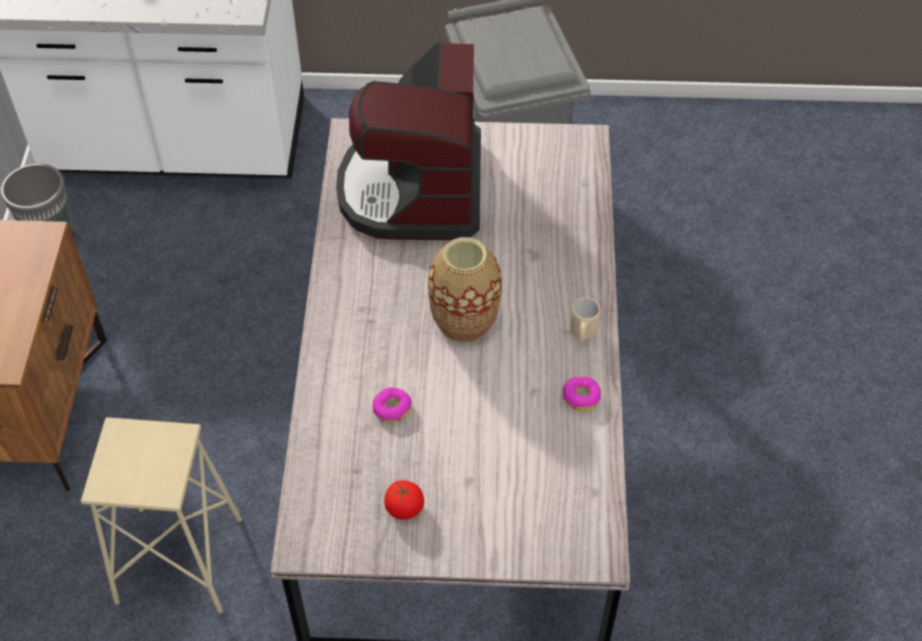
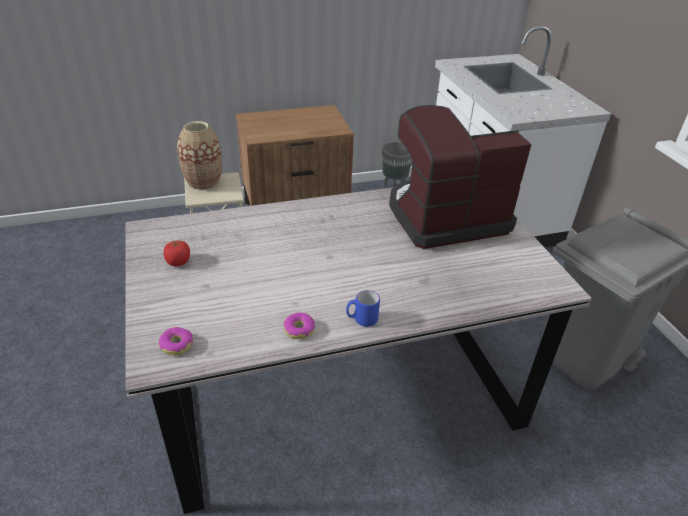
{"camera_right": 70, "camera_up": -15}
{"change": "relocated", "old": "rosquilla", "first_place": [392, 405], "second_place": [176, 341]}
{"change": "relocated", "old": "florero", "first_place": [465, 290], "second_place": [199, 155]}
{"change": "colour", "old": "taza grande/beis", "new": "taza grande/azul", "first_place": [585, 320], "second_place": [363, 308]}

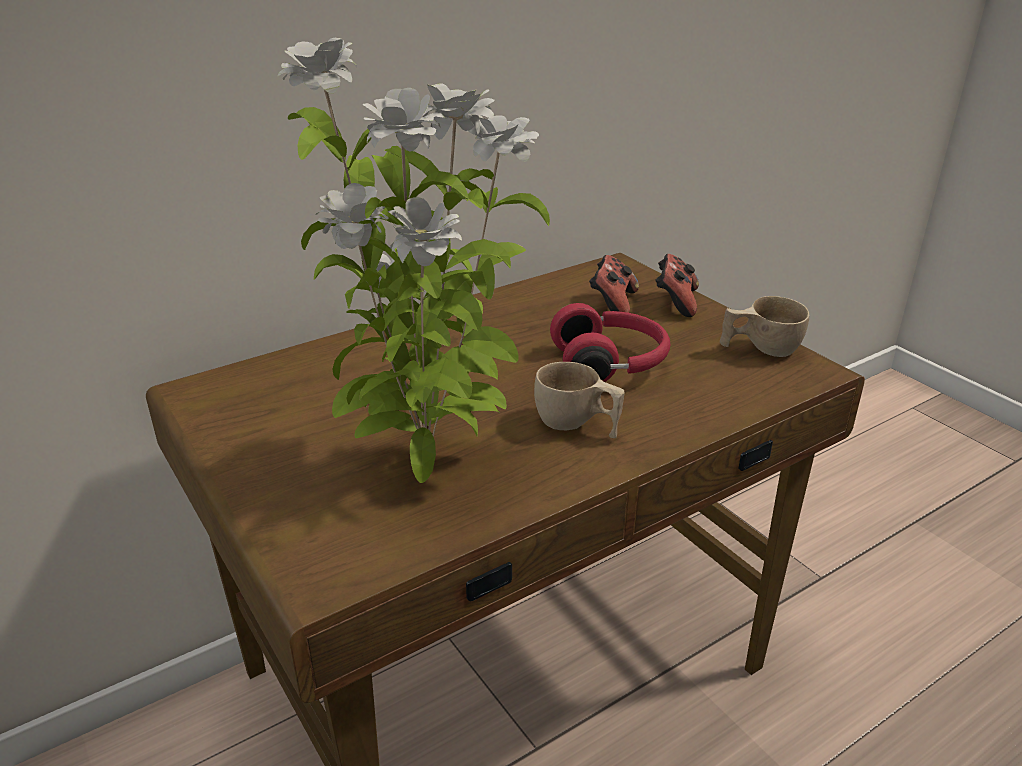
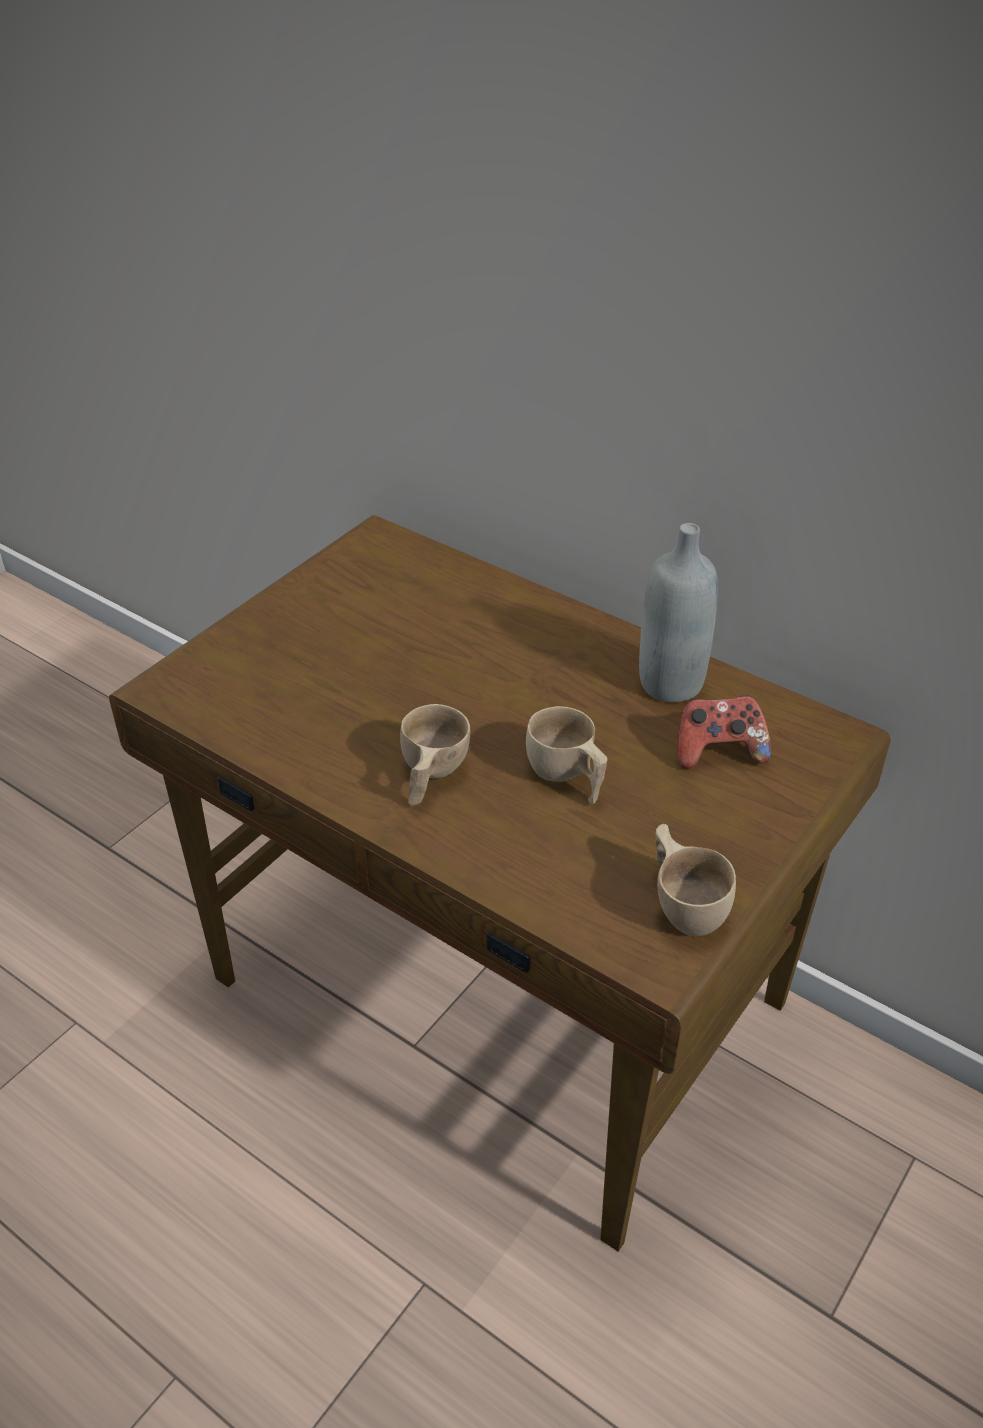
{"camera_right": 70, "camera_up": 10}
{"change": "exchanged", "old": "auriculares/rojo", "new": "taza/beis", "first_place": [610, 342], "second_place": [566, 755]}
{"change": "appeared", "new": "botella/gris", "second_place": [678, 612]}
{"change": "missing", "old": "planta en maceta", "first_place": [413, 260]}
{"change": "missing", "old": "mando de consola", "first_place": [677, 285]}

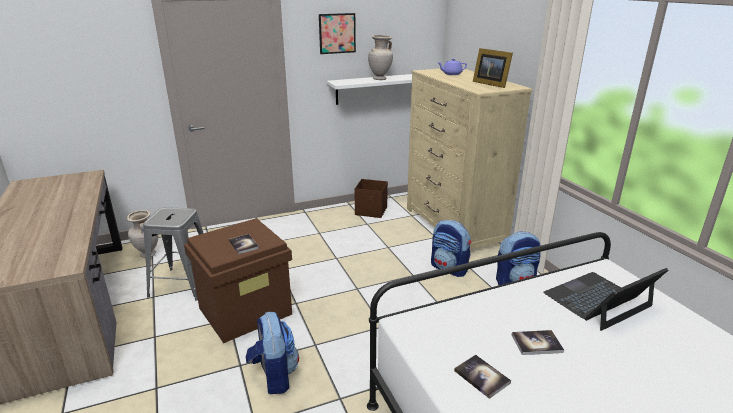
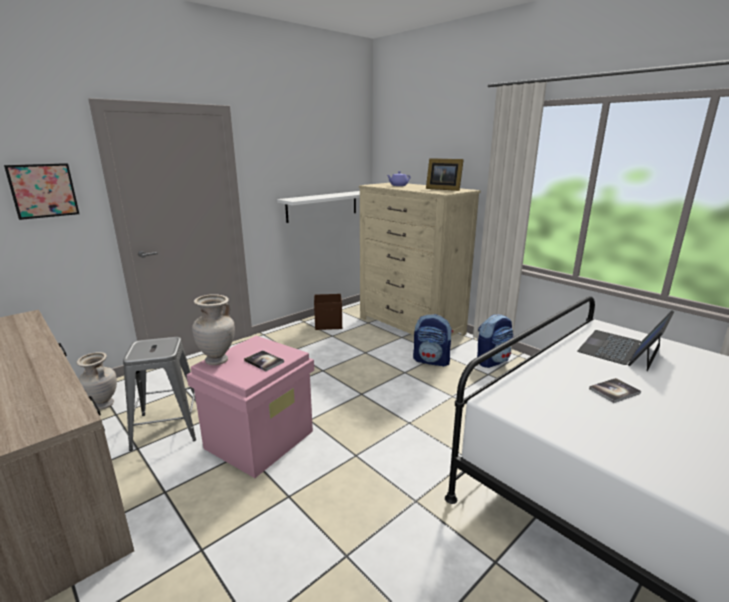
{"camera_right": -20, "camera_up": -5}
{"change": "relocated", "old": "cuadro", "first_place": [337, 33], "second_place": [41, 191]}
{"change": "colour", "old": "caja de almacenaje/marrón", "new": "caja de almacenaje/rosa", "first_place": [238, 280], "second_place": [250, 407]}
{"change": "relocated", "old": "florero/beis", "first_place": [380, 57], "second_place": [213, 329]}
{"change": "missing", "old": "mochila", "first_place": [272, 353]}
{"change": "missing", "old": "libro", "first_place": [482, 377]}

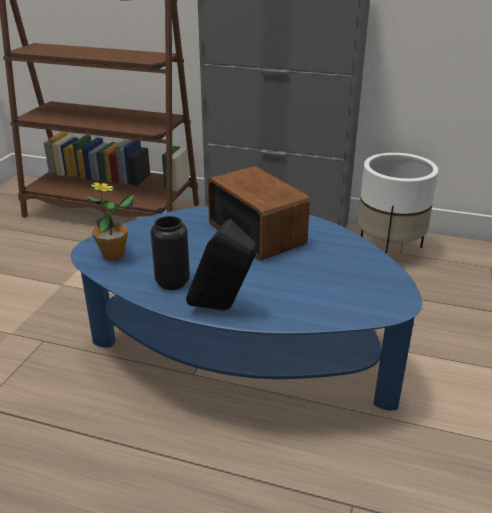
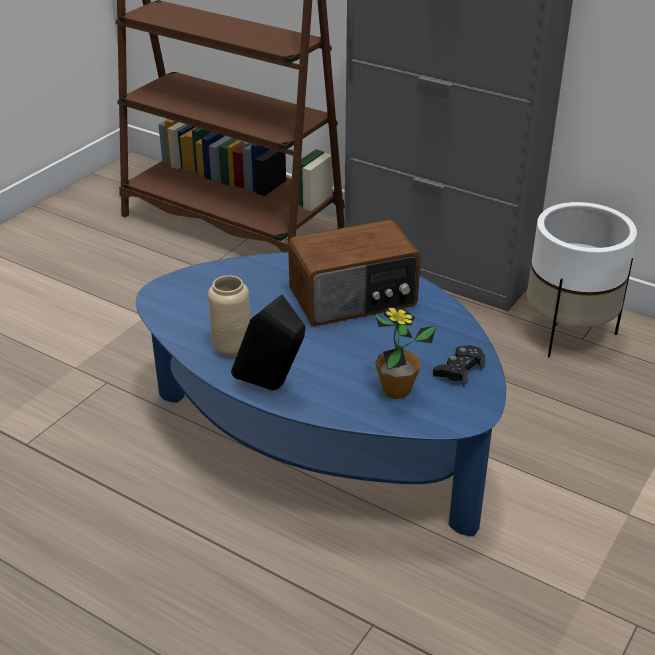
{"camera_right": 15, "camera_up": 5}
{"change": "colour", "old": "florero/negro", "new": "florero/beis", "first_place": [170, 253], "second_place": [229, 316]}
{"change": "spun", "old": "radio", "first_place": [258, 213], "second_place": [354, 273], "degrees": 90}
{"change": "relocated", "old": "planta en maceta", "first_place": [110, 221], "second_place": [405, 353]}
{"change": "appeared", "new": "mando de consola/negro", "second_place": [459, 366]}

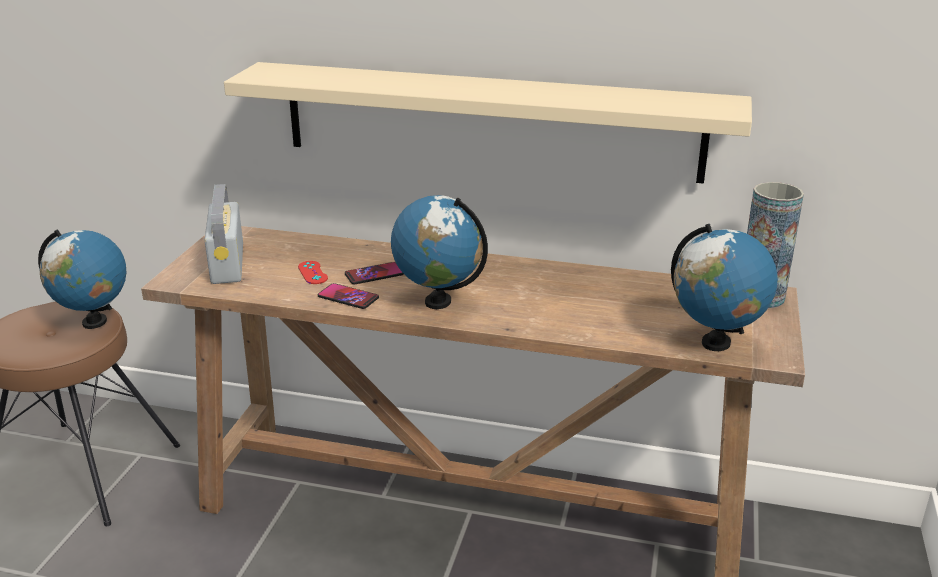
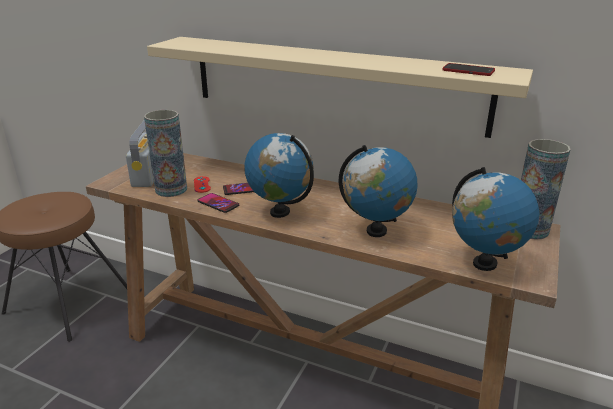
{"camera_right": 10, "camera_up": 0}
{"change": "appeared", "new": "florero", "second_place": [165, 153]}
{"change": "relocated", "old": "globo terráqueo", "first_place": [82, 279], "second_place": [378, 191]}
{"change": "appeared", "new": "móvil", "second_place": [468, 69]}

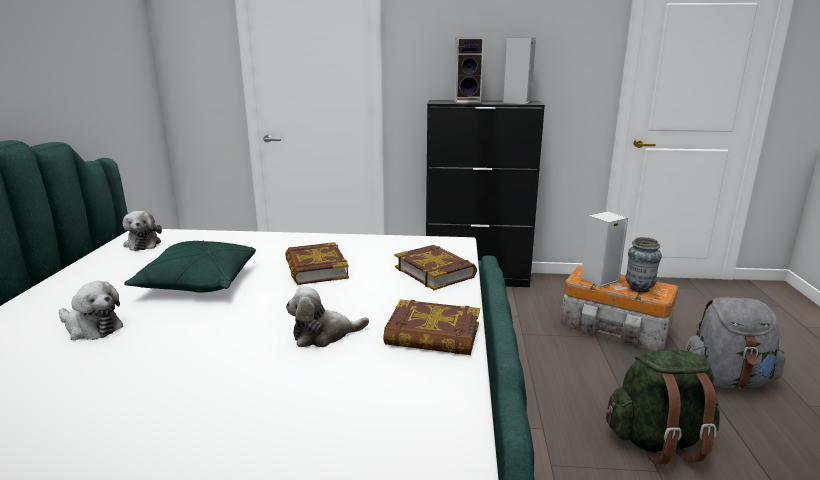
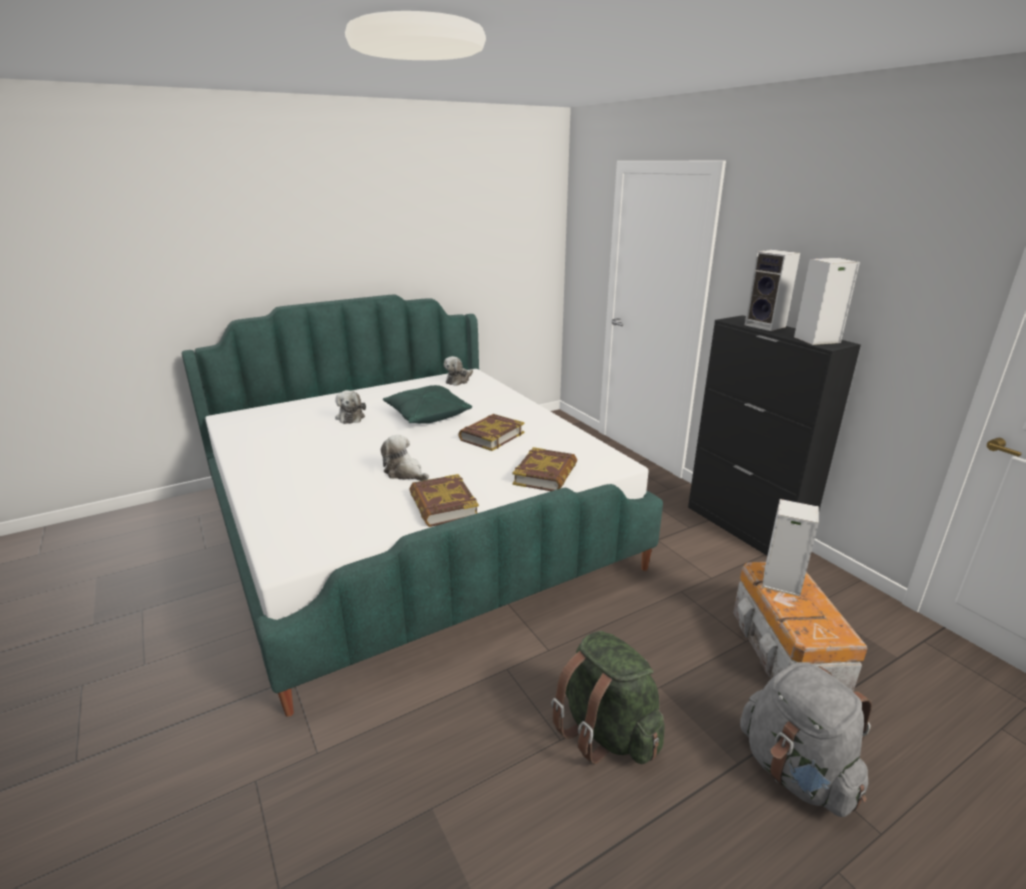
{"camera_right": 55, "camera_up": 5}
{"change": "missing", "old": "florero", "first_place": [643, 265]}

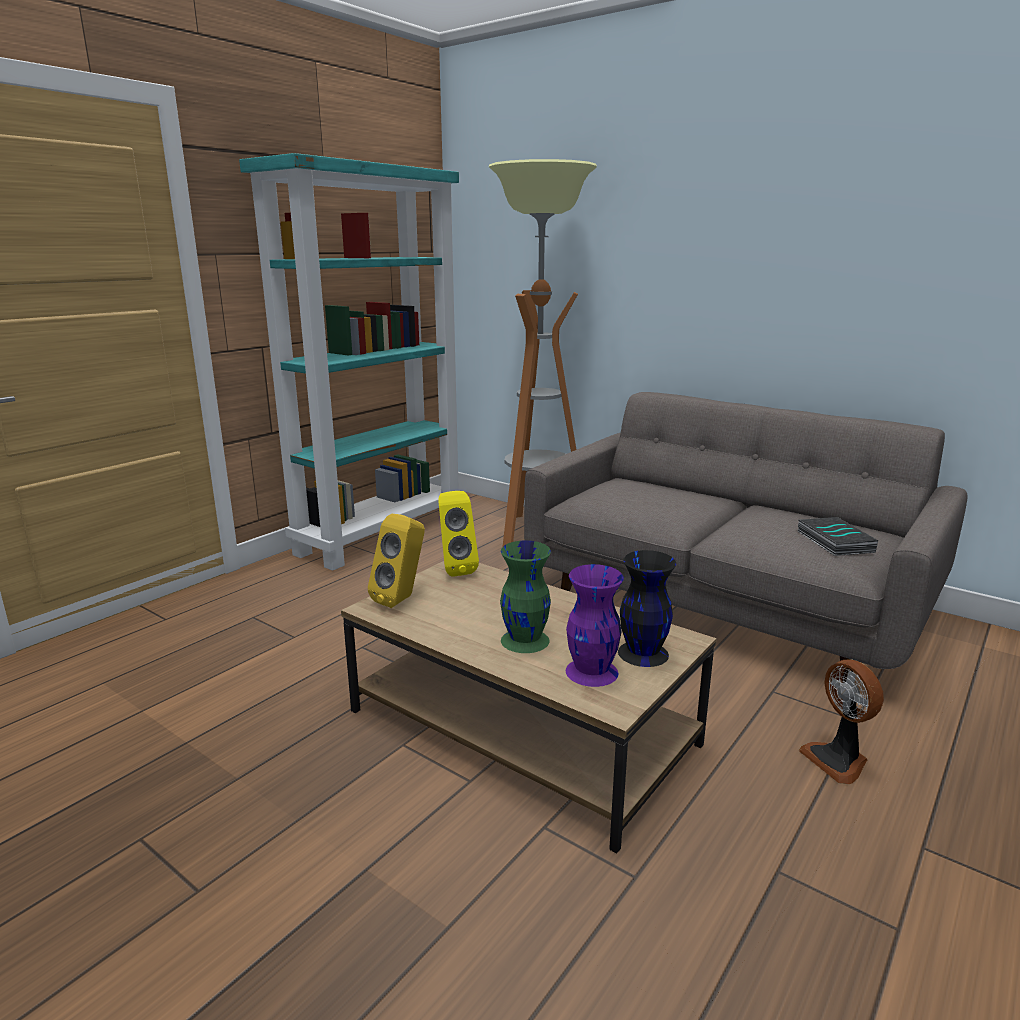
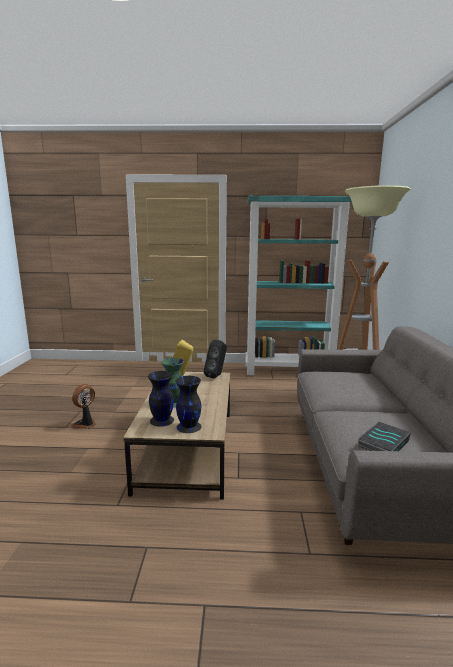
{"camera_right": 55, "camera_up": -5}
{"change": "relocated", "old": "ventilador", "first_place": [841, 721], "second_place": [83, 406]}
{"change": "colour", "old": "florero/morado", "new": "florero/negro", "first_place": [595, 625], "second_place": [161, 399]}
{"change": "colour", "old": "altavoz/amarillo", "new": "altavoz/negro", "first_place": [458, 534], "second_place": [215, 359]}

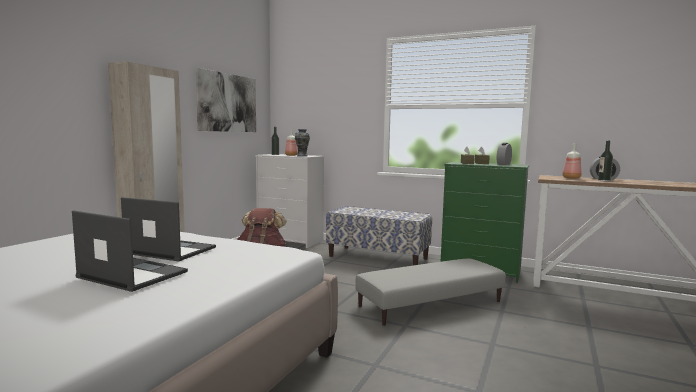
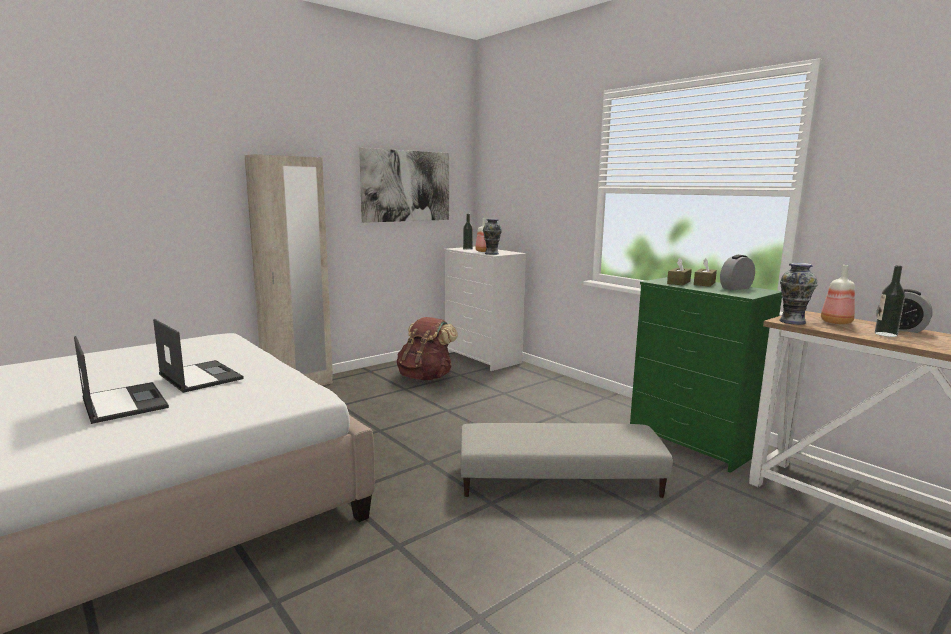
{"camera_right": 25, "camera_up": 5}
{"change": "appeared", "new": "florero", "second_place": [798, 294]}
{"change": "missing", "old": "banco", "first_place": [379, 235]}

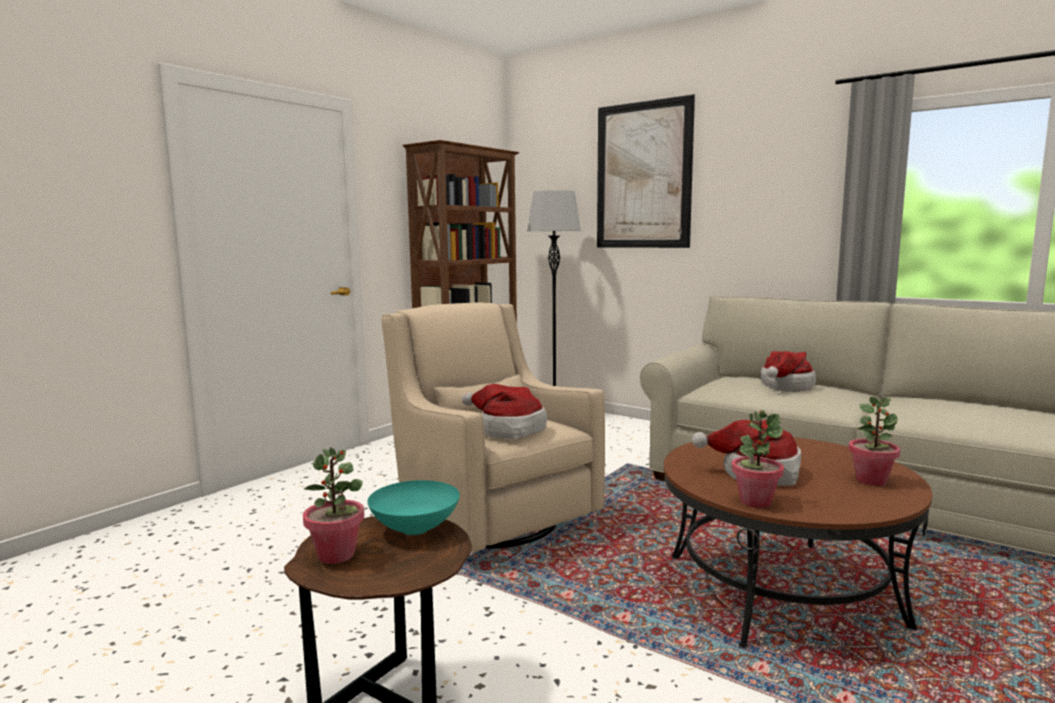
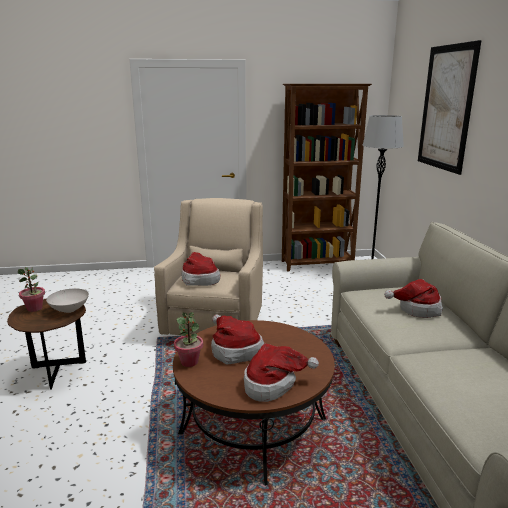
{"camera_right": 45, "camera_up": 10}
{"change": "colour", "old": "cuenco/turquesa", "new": "cuenco/blanco", "first_place": [413, 507], "second_place": [67, 300]}
{"change": "exchanged", "old": "planta en maceta", "new": "sombrero", "first_place": [874, 441], "second_place": [281, 372]}

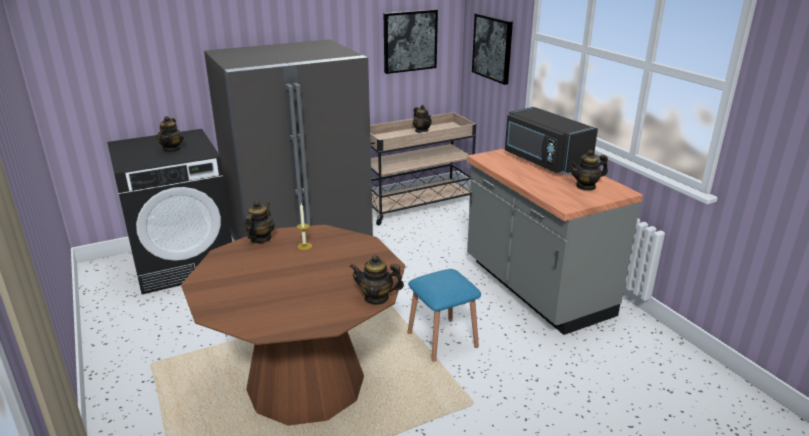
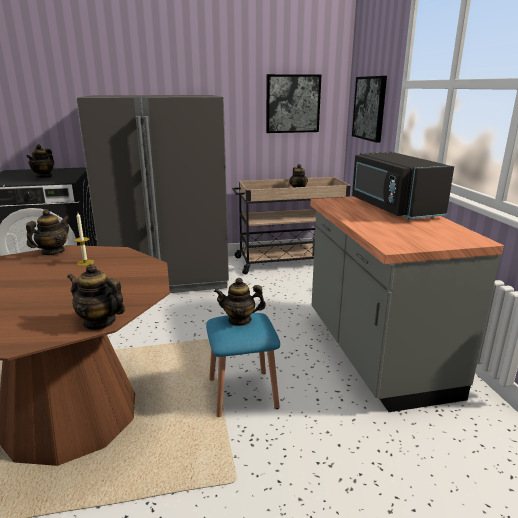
{"camera_right": 15, "camera_up": -5}
{"change": "relocated", "old": "tetera", "first_place": [589, 170], "second_place": [240, 302]}

